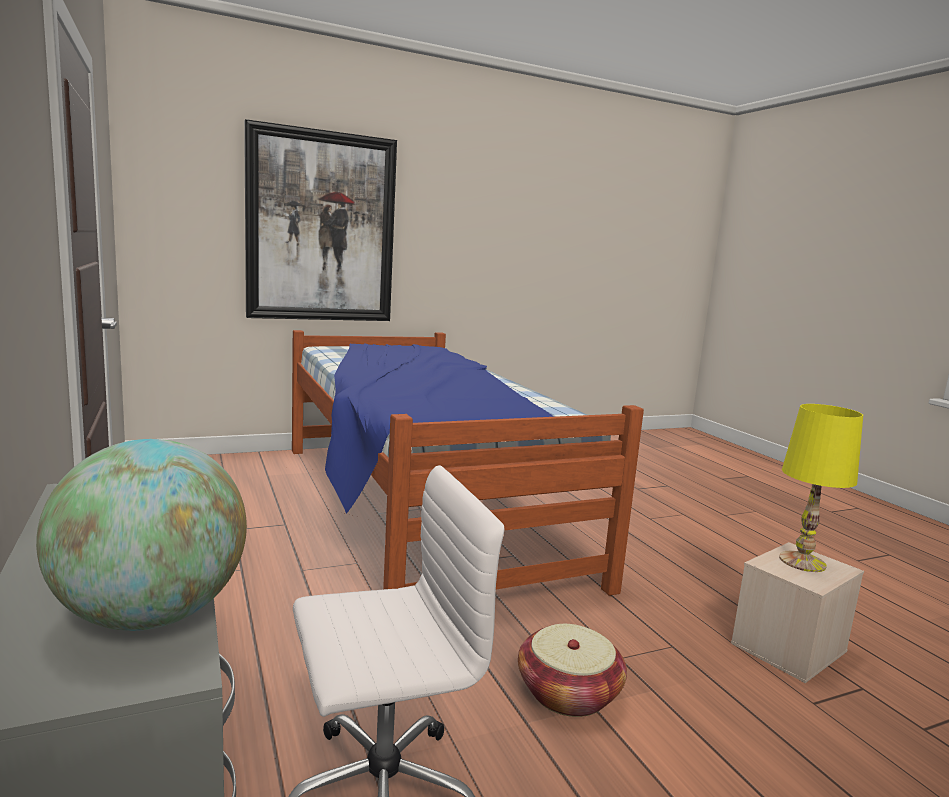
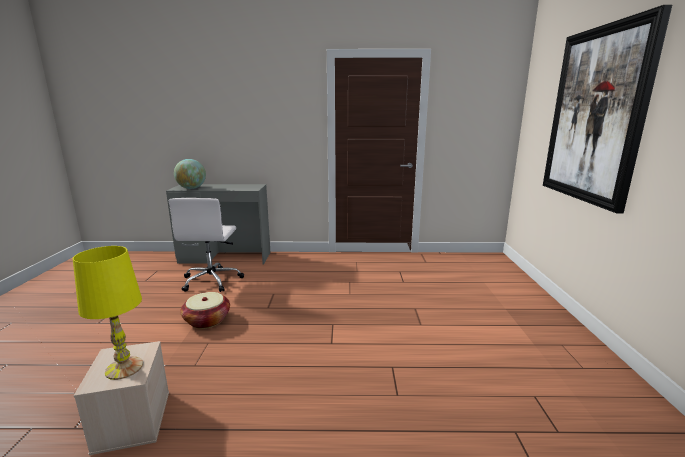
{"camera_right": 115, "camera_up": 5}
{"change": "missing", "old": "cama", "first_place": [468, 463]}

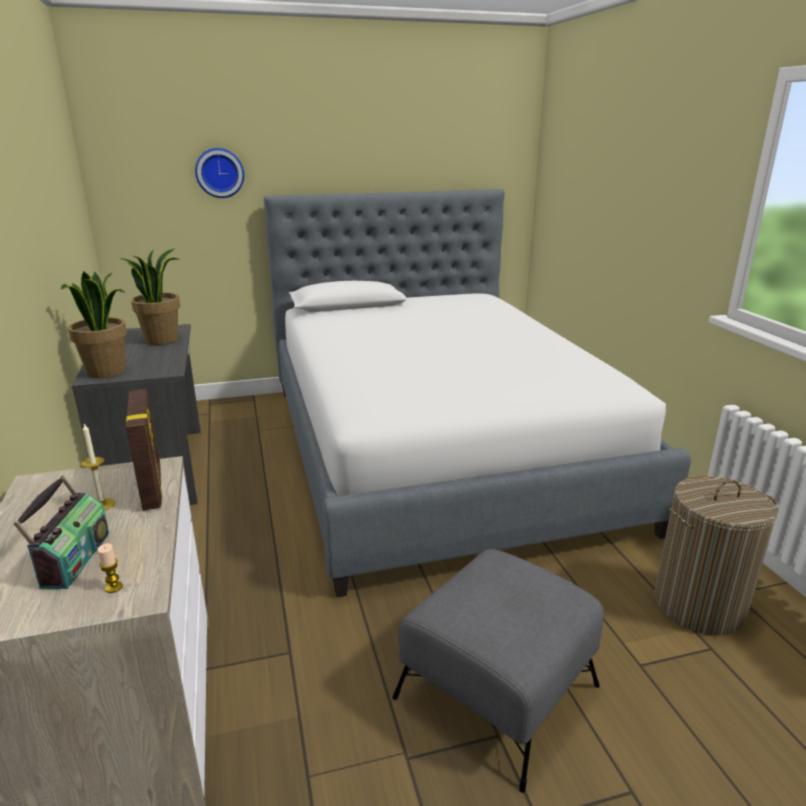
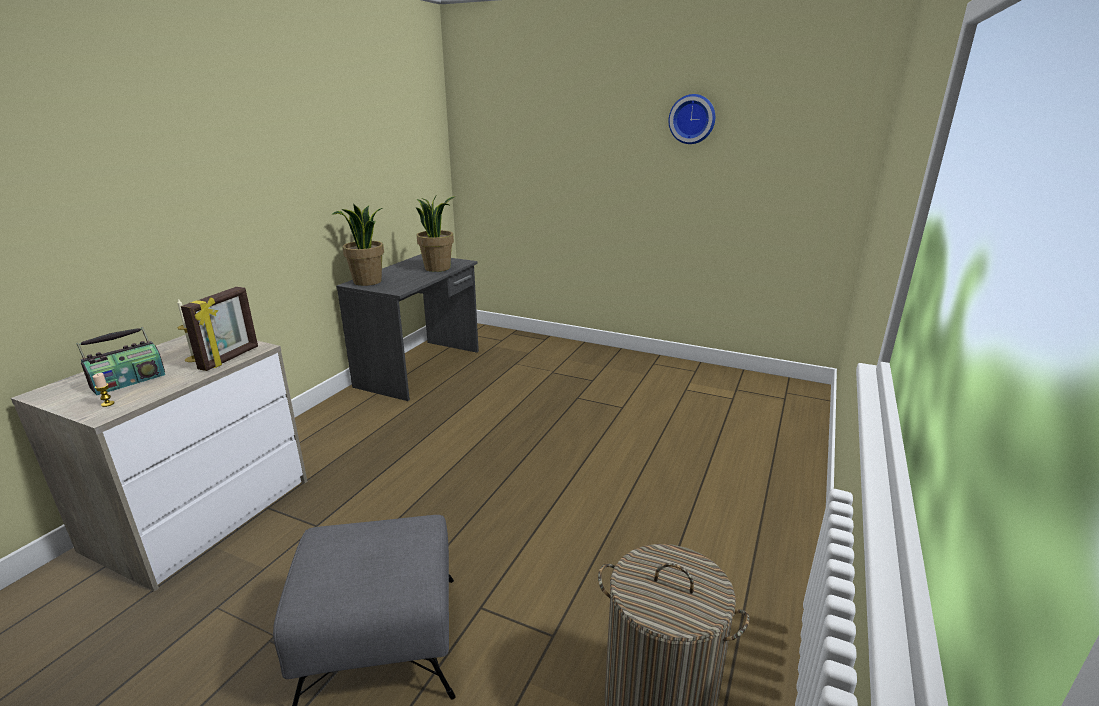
{"camera_right": 40, "camera_up": 0}
{"change": "relocated", "old": "reloj de pared", "first_place": [219, 173], "second_place": [691, 119]}
{"change": "missing", "old": "cama", "first_place": [477, 393]}

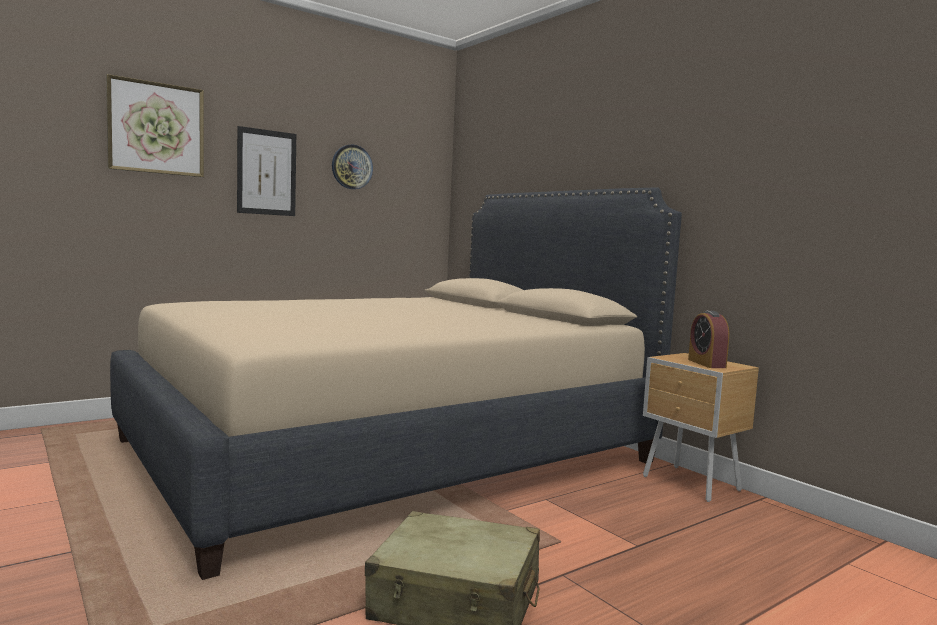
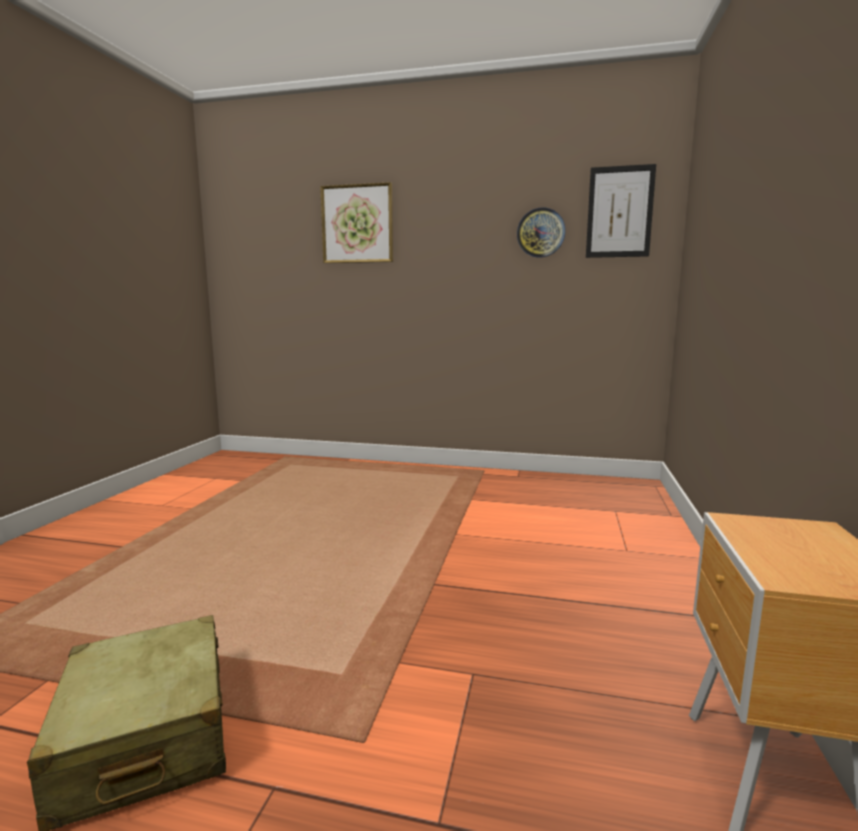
{"camera_right": 50, "camera_up": 5}
{"change": "relocated", "old": "cuadro", "first_place": [266, 171], "second_place": [621, 211]}
{"change": "missing", "old": "cama/beis", "first_place": [396, 383]}
{"change": "missing", "old": "despertador", "first_place": [708, 339]}

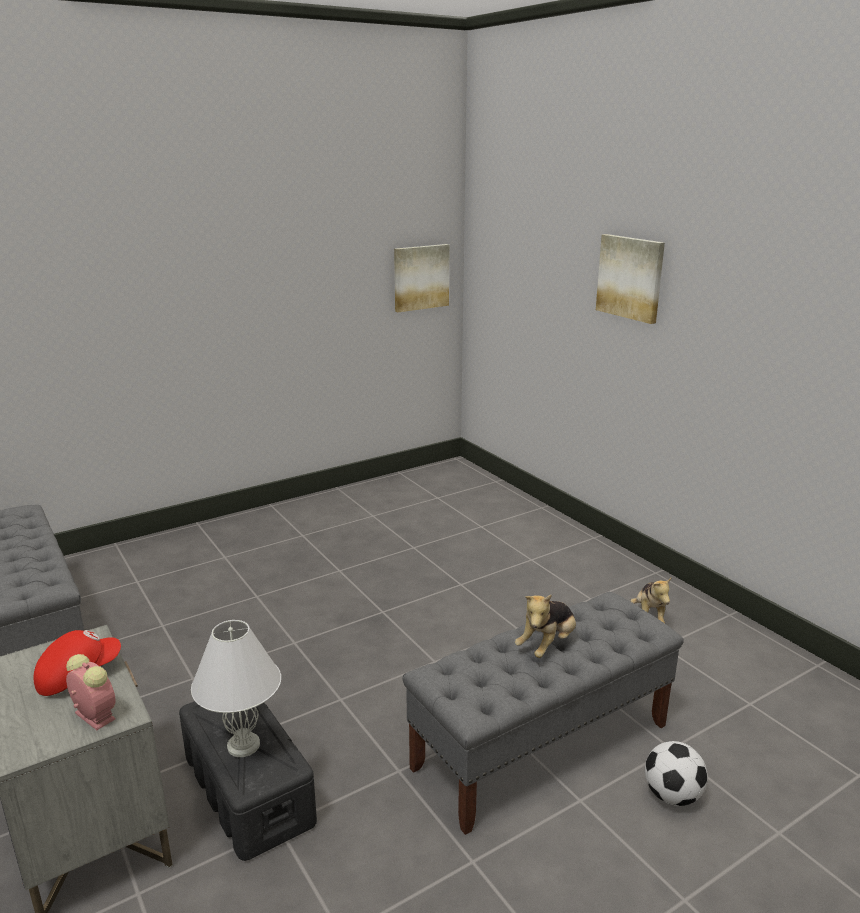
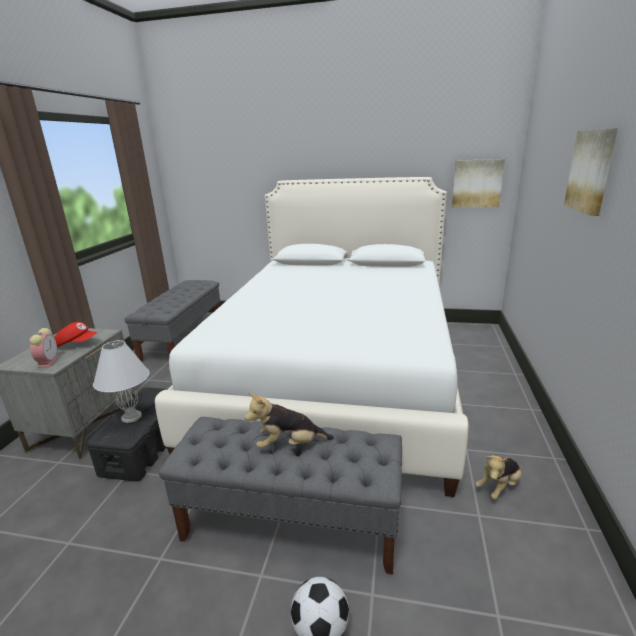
{"camera_right": 45, "camera_up": 0}
{"change": "appeared", "new": "cama/blanco", "second_place": [312, 337]}

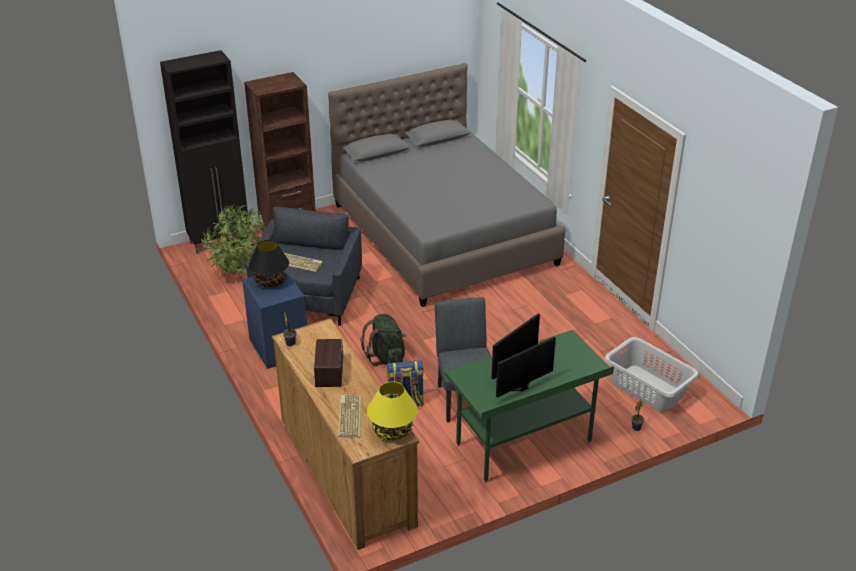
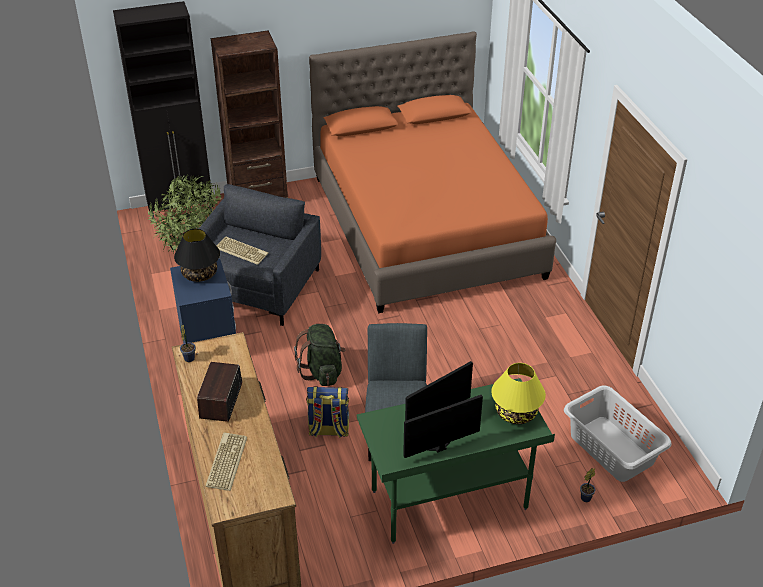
{"camera_right": 10, "camera_up": 5}
{"change": "colour", "old": "cama/gris", "new": "cama/naranja", "first_place": [447, 185], "second_place": [432, 172]}
{"change": "relocated", "old": "lámpara de mesa/amarillo", "first_place": [392, 411], "second_place": [518, 393]}

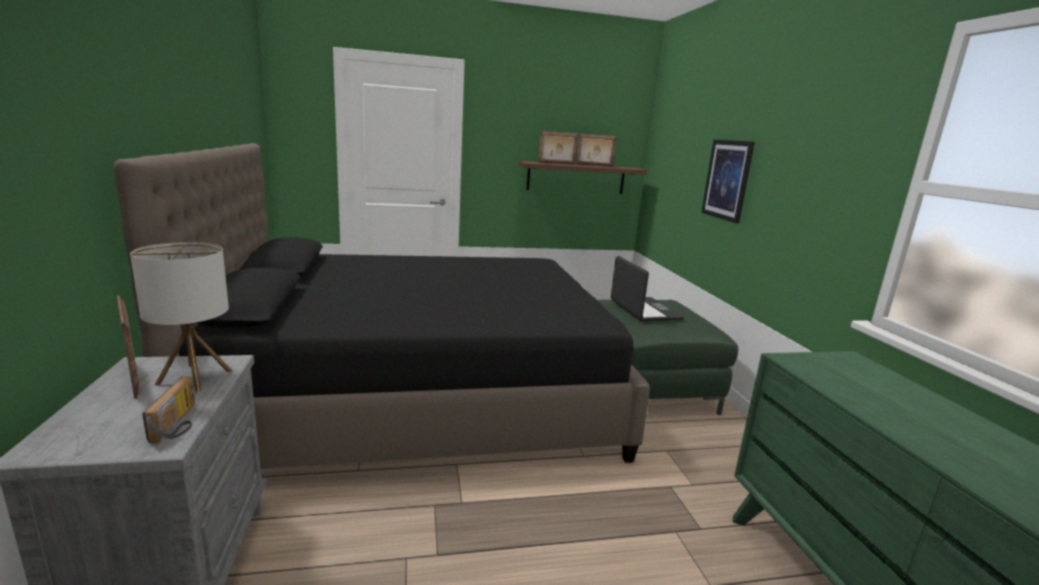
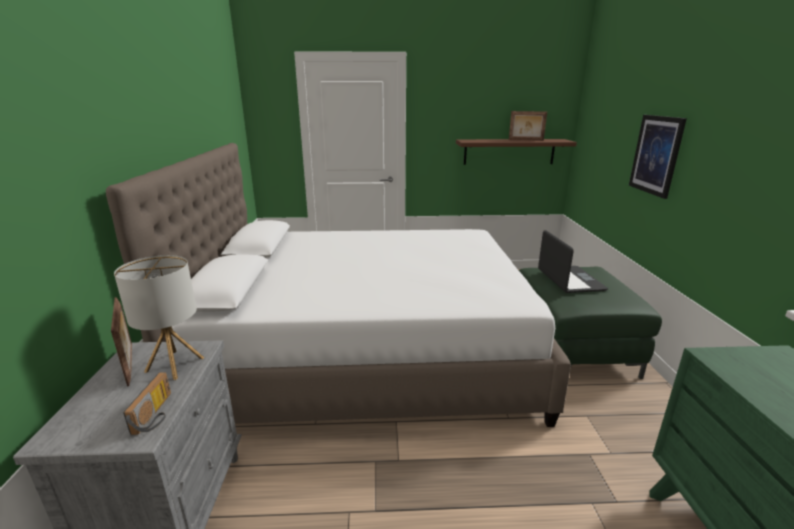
{"camera_right": 10, "camera_up": 5}
{"change": "colour", "old": "cama/negro", "new": "cama/blanco", "first_place": [382, 306], "second_place": [338, 285]}
{"change": "missing", "old": "portarretratos", "first_place": [558, 148]}

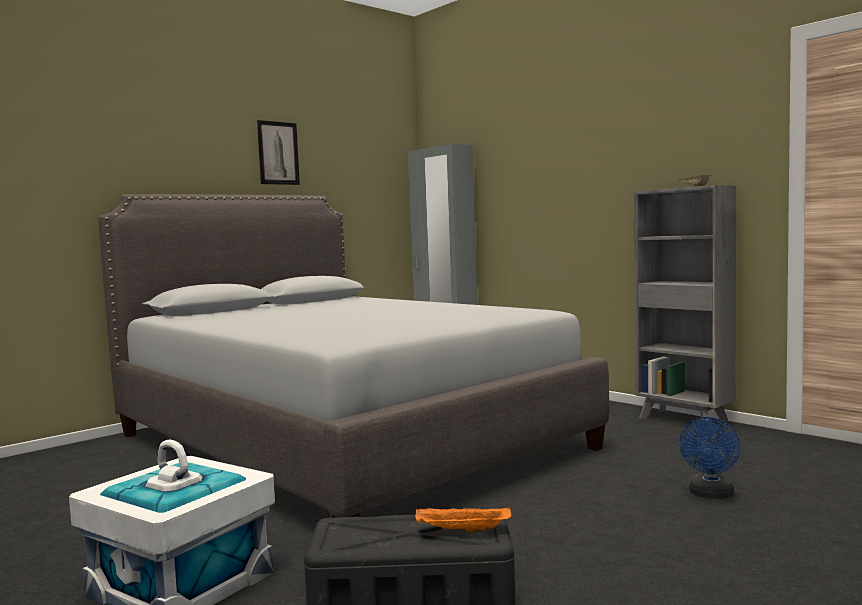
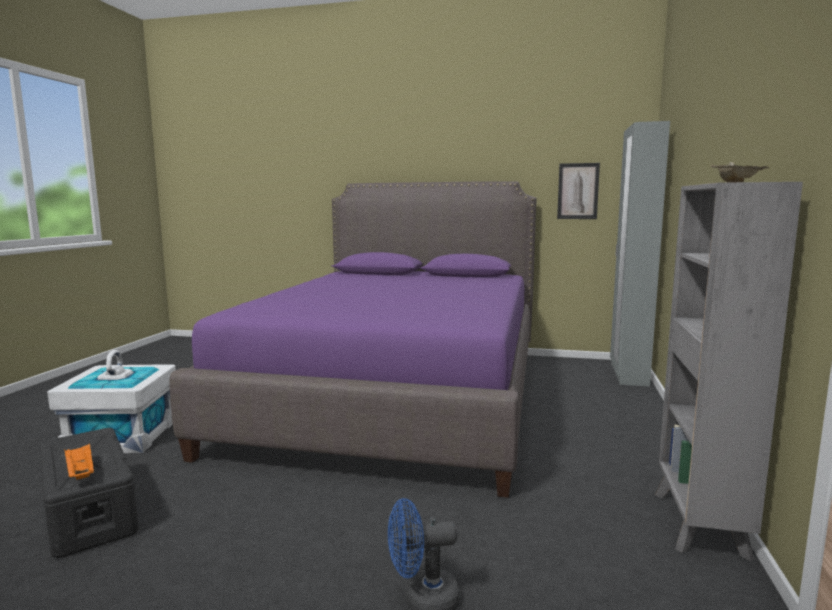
{"camera_right": 55, "camera_up": 5}
{"change": "colour", "old": "cama/gris", "new": "cama/morado", "first_place": [353, 356], "second_place": [353, 339]}
{"change": "relocated", "old": "cuadro", "first_place": [278, 152], "second_place": [578, 191]}

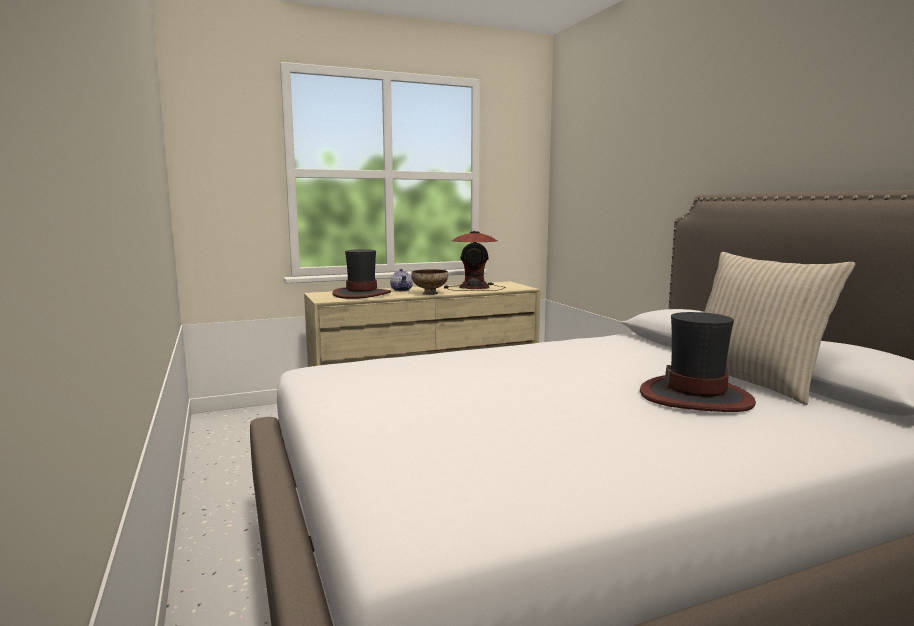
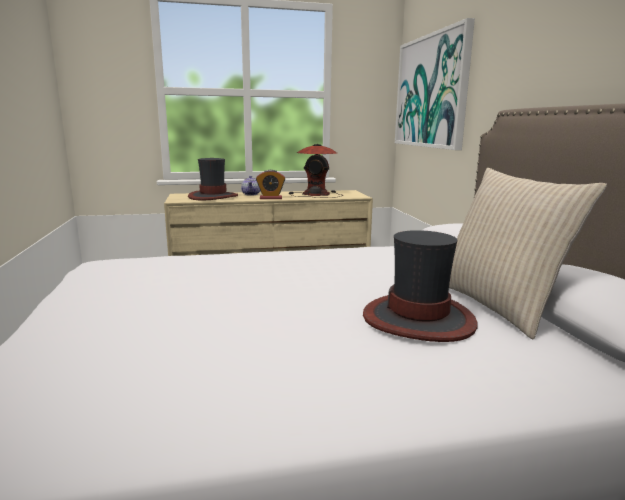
{"camera_right": 10, "camera_up": 5}
{"change": "exchanged", "old": "cuenco", "new": "despertador", "first_place": [429, 282], "second_place": [270, 184]}
{"change": "appeared", "new": "cuadro", "second_place": [435, 84]}

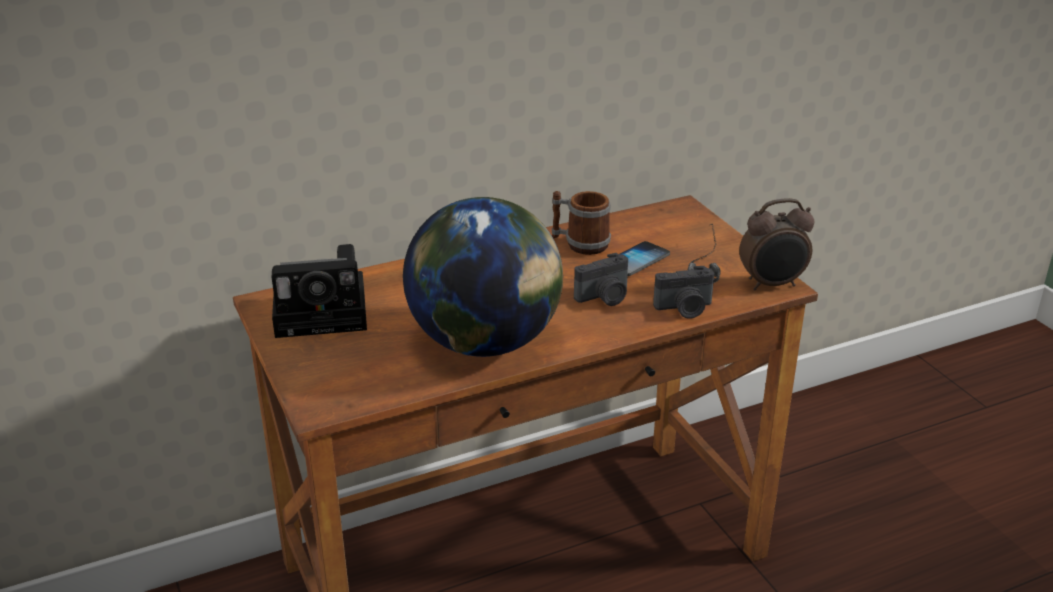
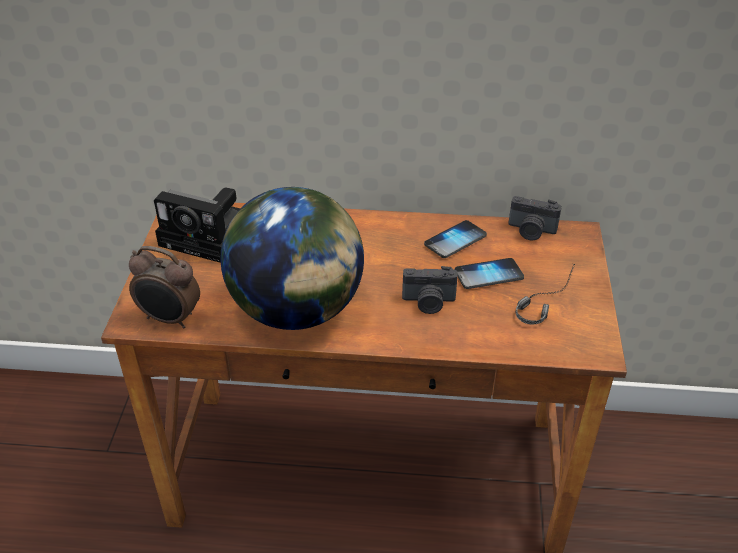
{"camera_right": 30, "camera_up": 10}
{"change": "relocated", "old": "despertador", "first_place": [776, 244], "second_place": [164, 287]}
{"change": "exchanged", "old": "taza grande", "new": "móvil", "first_place": [581, 223], "second_place": [455, 239]}
{"change": "relocated", "old": "cámara", "first_place": [683, 292], "second_place": [535, 218]}

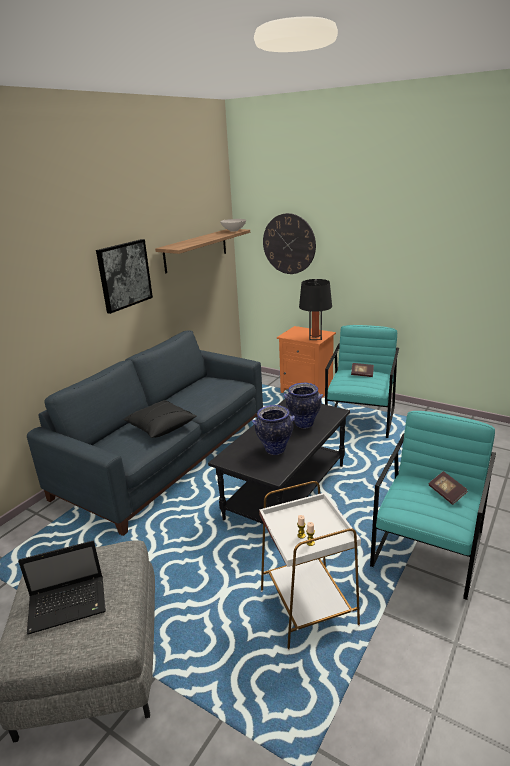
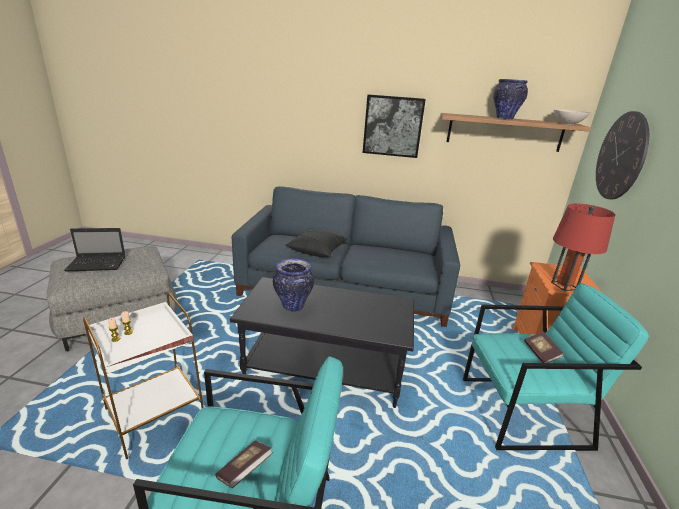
{"camera_right": 65, "camera_up": 0}
{"change": "spun", "old": "portátil", "first_place": [62, 588], "second_place": [95, 249], "degrees": -60}
{"change": "relocated", "old": "florero", "first_place": [303, 405], "second_place": [510, 99]}
{"change": "colour", "old": "lámpara de mesa/negro", "new": "lámpara de mesa/rojo", "first_place": [315, 309], "second_place": [583, 247]}

